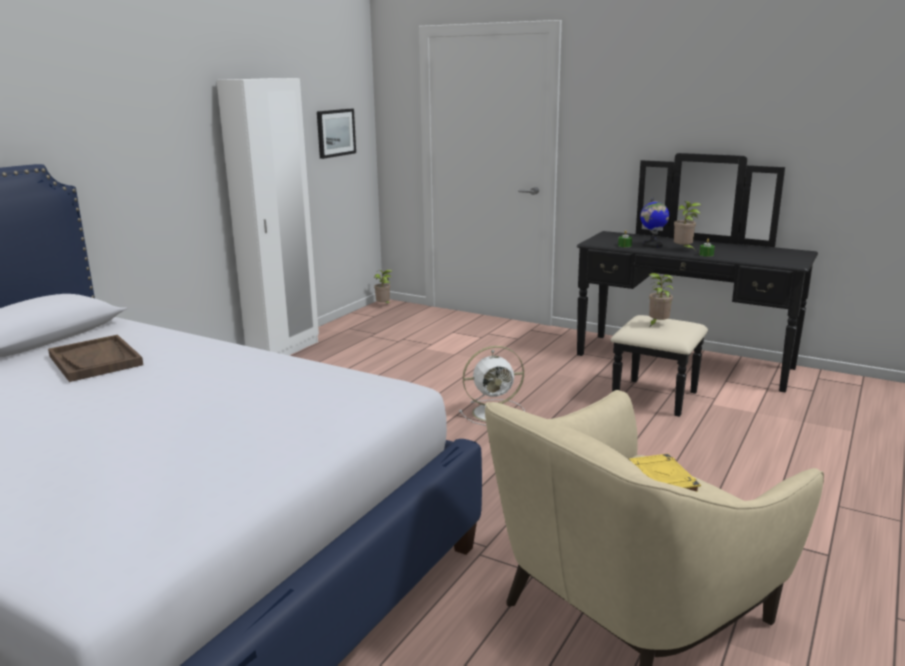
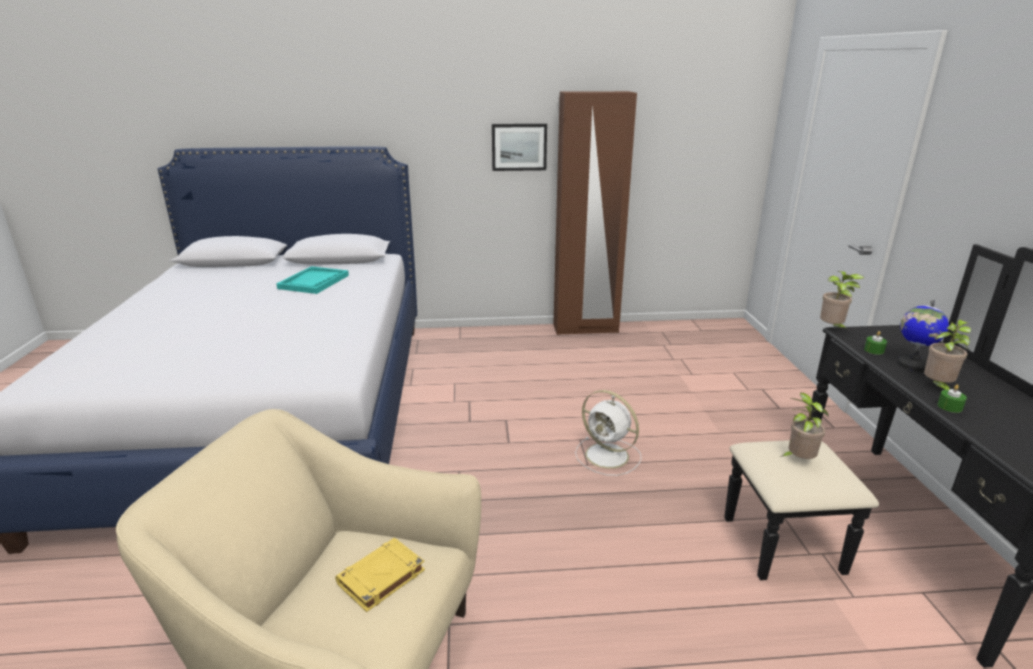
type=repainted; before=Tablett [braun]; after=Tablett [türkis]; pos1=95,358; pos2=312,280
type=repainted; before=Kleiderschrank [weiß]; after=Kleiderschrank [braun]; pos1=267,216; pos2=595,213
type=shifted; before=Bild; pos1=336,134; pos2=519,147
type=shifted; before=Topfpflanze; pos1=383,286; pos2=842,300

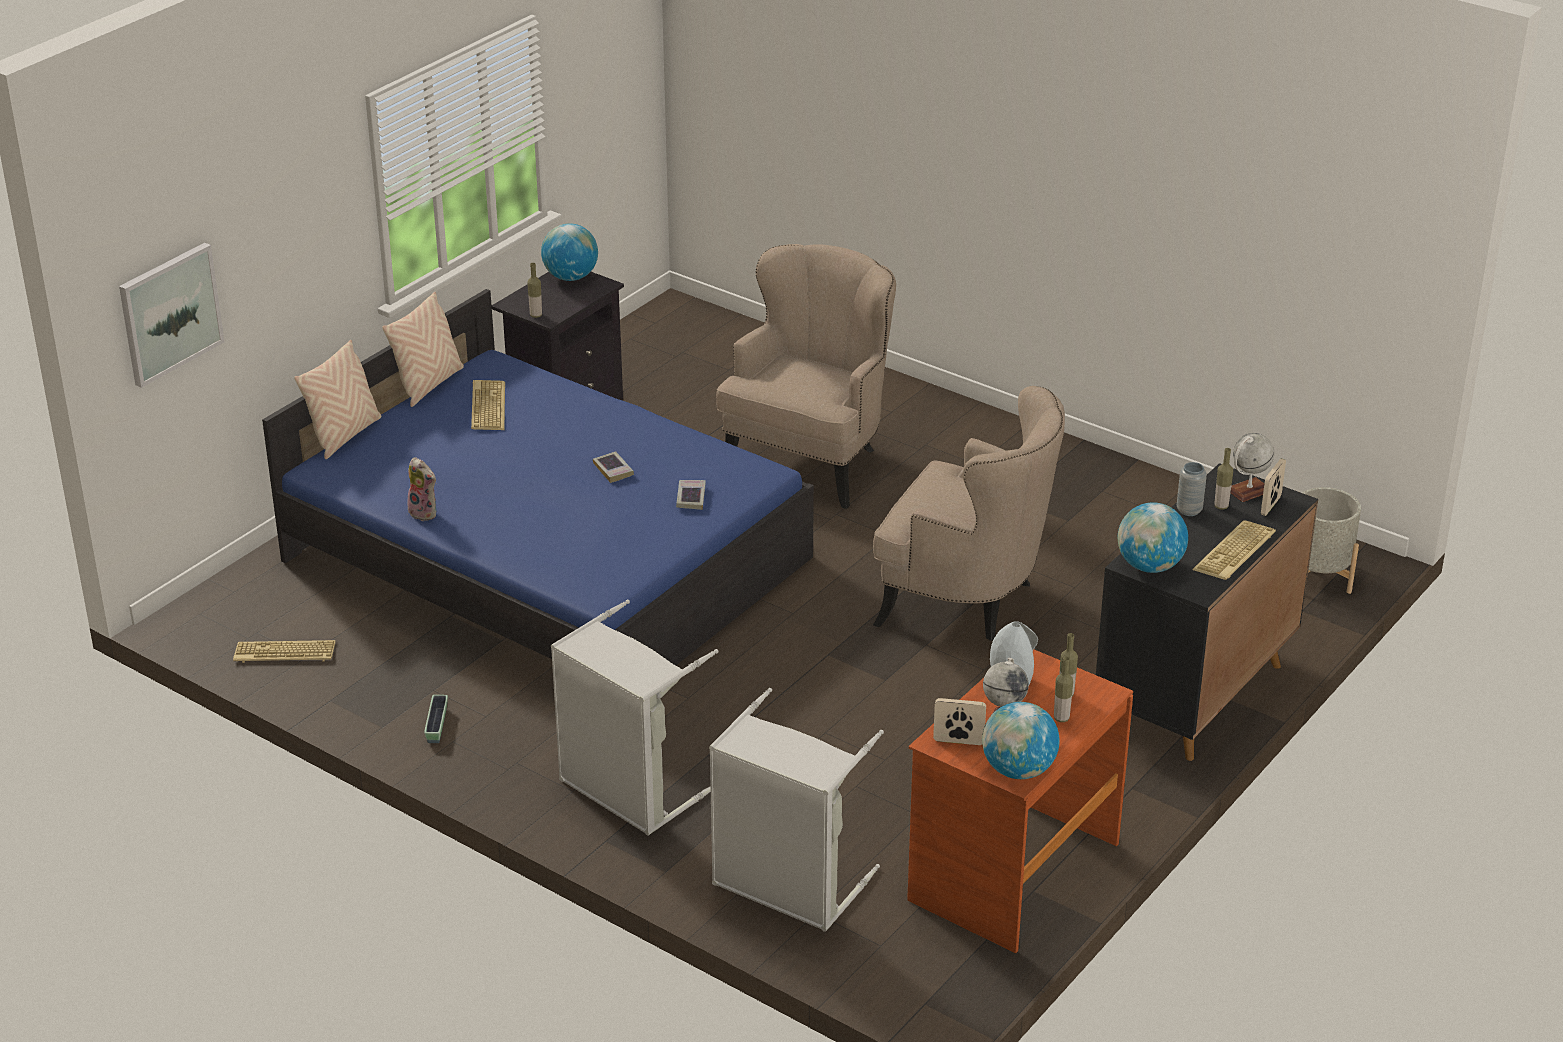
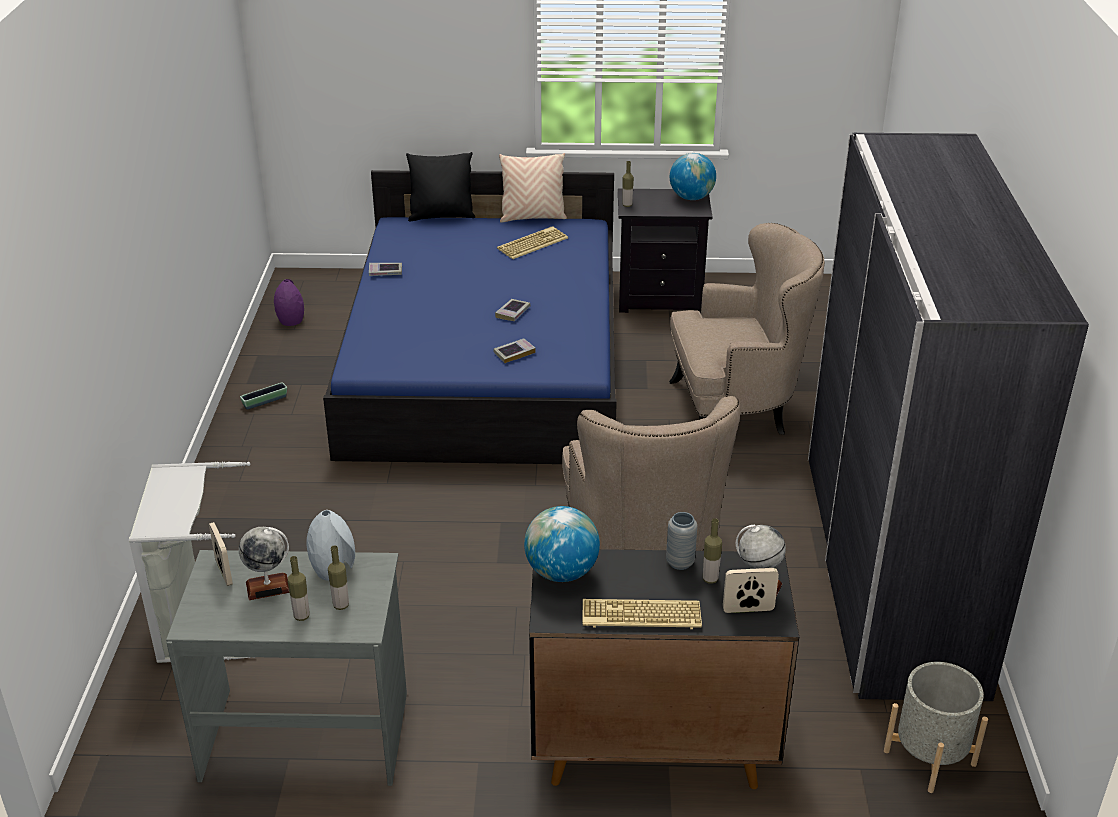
type=gone; before=Bild; pos1=171,315
type=swapped; before=Tastatur; after=Vase [lila]; pos1=284,651; pos2=289,302
type=repainted; before=Kissen [beige]; after=Kissen [schwarz]; pos1=337,399; pos2=440,186
type=swapped; before=Plüschtier; after=Buch; pos1=421,489; pos2=385,269
type=gone; before=Wäschekorb [grau]; pos1=634,718
type=repainted; before=Schreibtisch [braun]; after=Schreibtisch [grau]; pos1=1020,801; pos2=286,668
type=gone; before=Globus; pos1=1021,740
type=new; after=Kleiderschrank [grau]; pos2=948,417

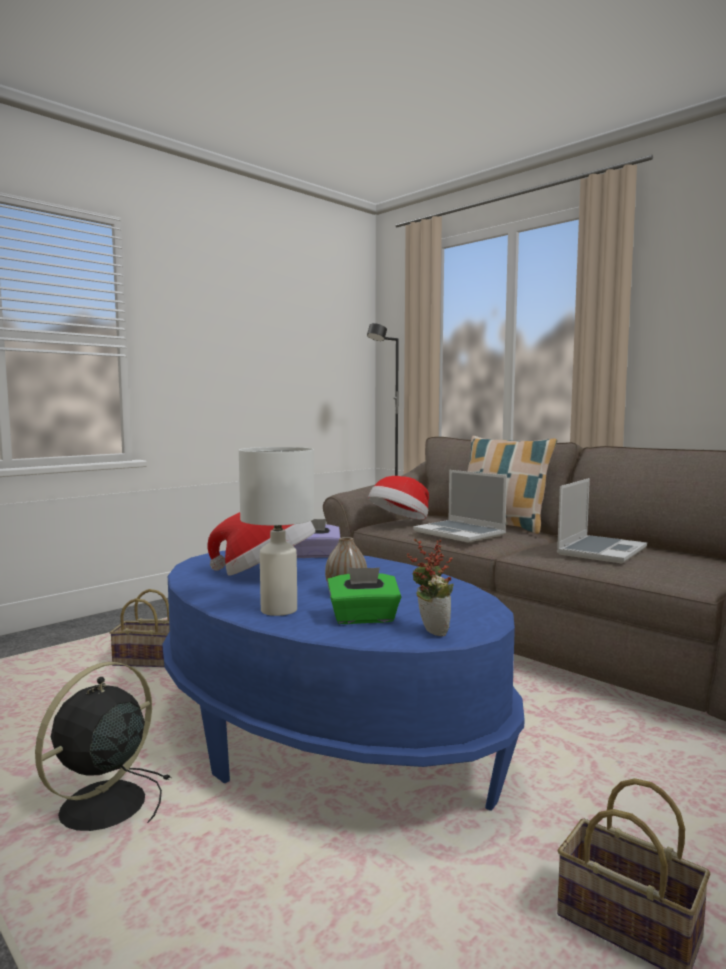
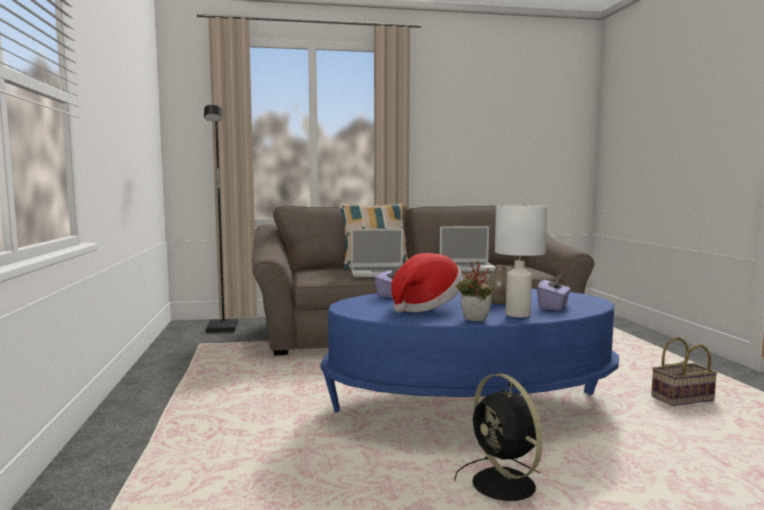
type=gone; before=Korb; pos1=140,628
type=repainted; before=Taschentuchbox [grün]; after=Taschentuchbox [lila]; pos1=364,595; pos2=554,292
type=gone; before=Hut; pos1=398,498
type=shifted; before=Topfpflanze; pos1=430,587; pos2=474,291
type=rotated; before=Laptop; pos1=602,520; pos2=468,248; turn=105

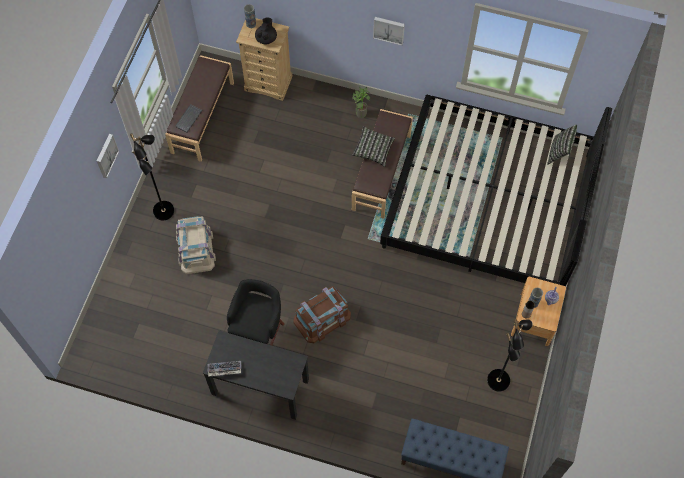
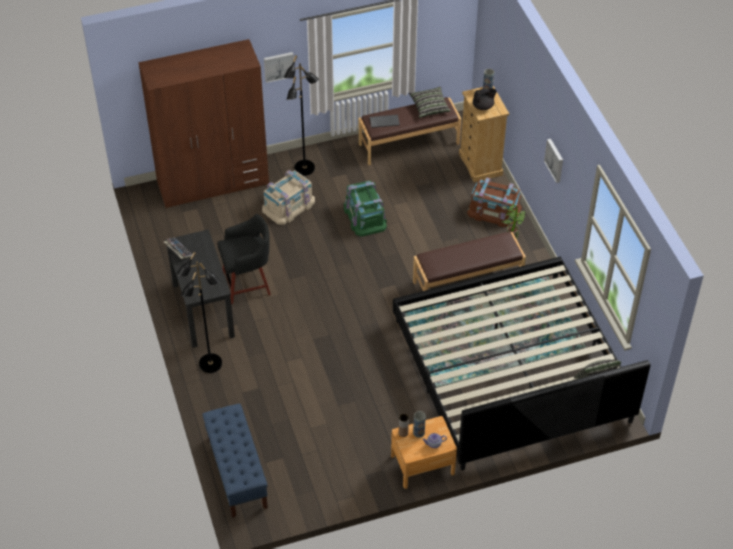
type=shifted; before=Aufbewahrungsbox [braun]; pos1=322,314; pos2=494,202
type=shifted; before=Kissen; pos1=373,146; pos2=429,102
type=shifted; before=Stehlampe [schwarz]; pos1=510,355; pos2=199,312
type=new; after=Kleiderschrank [braun]; pos2=203,123
type=new; after=Aufbewahrungsbox [grün]; pos2=365,209

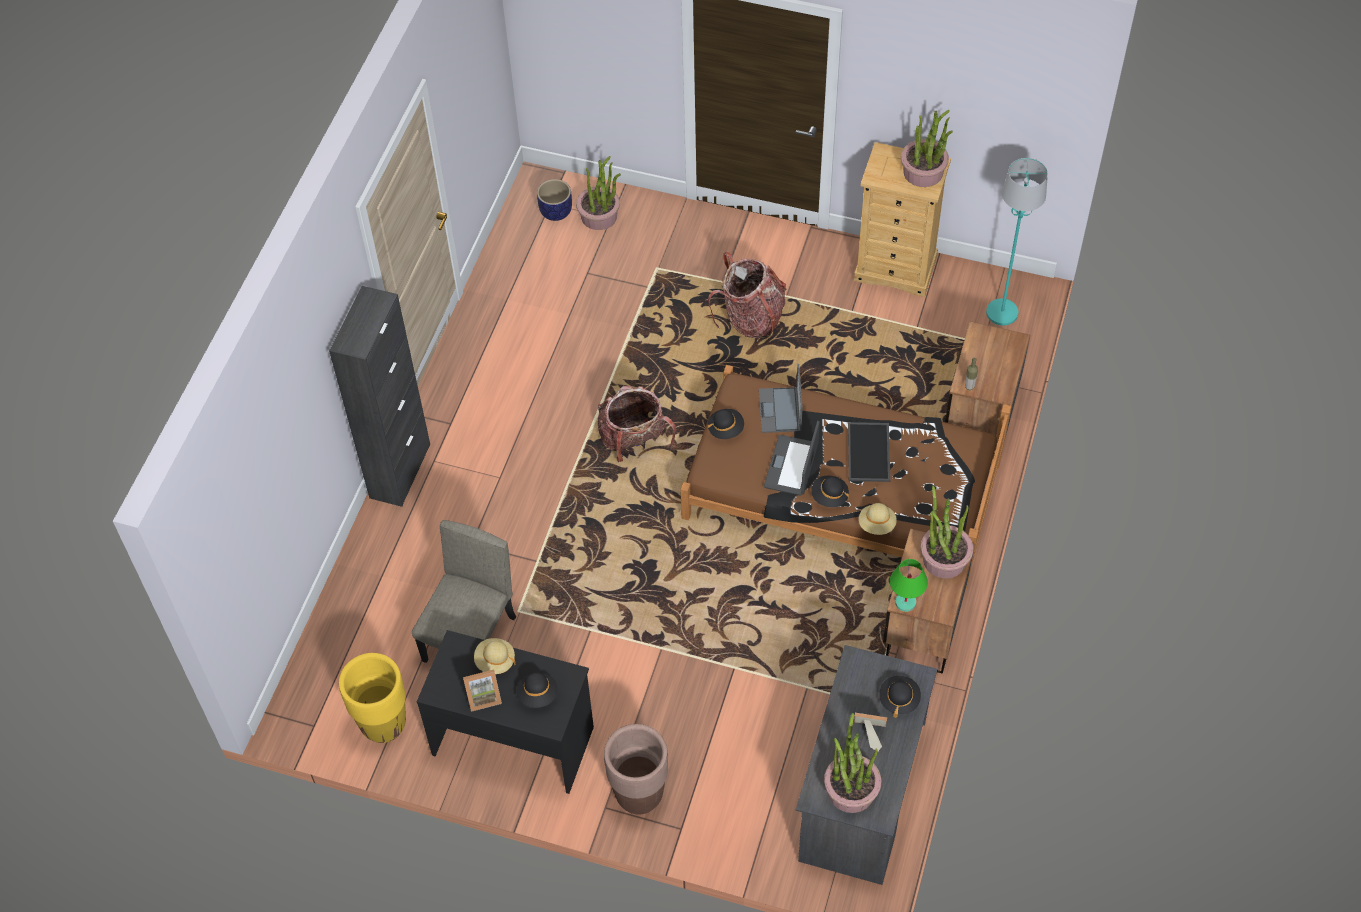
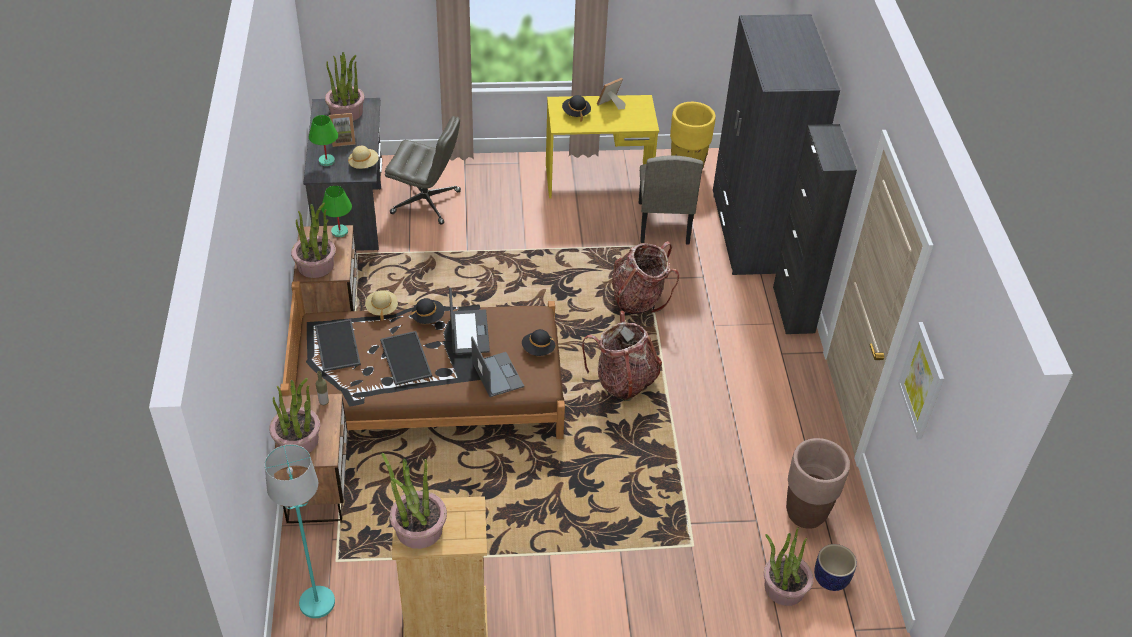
type=repainted; before=Schreibtisch [schwarz]; after=Schreibtisch [gelb]; pos1=505,712; pos2=602,146
type=shifted; before=Hut [beige]; pos1=494,656; pos2=363,157
type=shifted; before=Pflanzkübel [braun]; pos1=636,769; pos2=818,483
type=shifted; before=Rucksack; pos1=747,295; pos2=645,277
type=swapped; before=Hut [schwarz]; after=Tischlampe [grün]; pos1=900,697; pos2=323,140
type=new; after=Topfpflanze; pos2=294,415
type=new; after=Tablett; pos2=338,345
type=new; after=Bürostuhl [grau]; pos2=423,170
type=new; after=Kleiderschrank [grau]; pos2=776,144
type=new; after=Bild; pos2=921,380

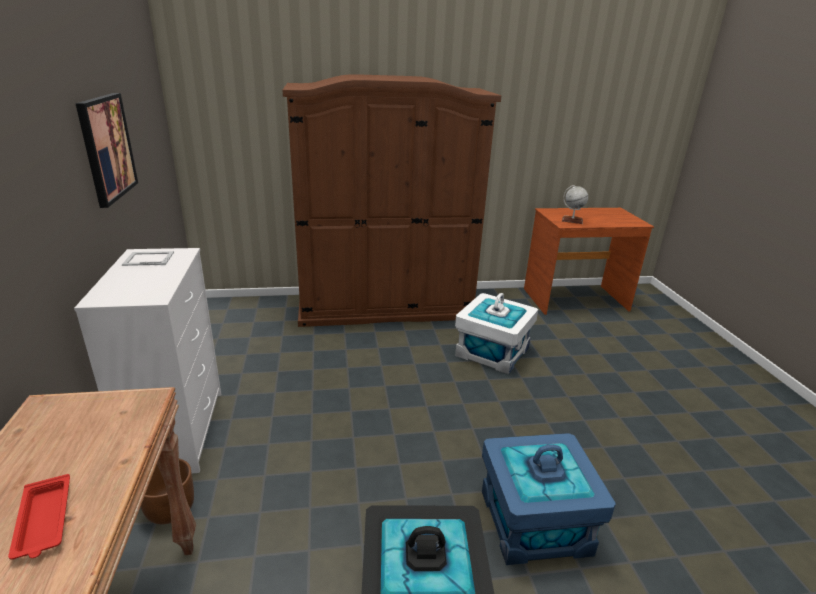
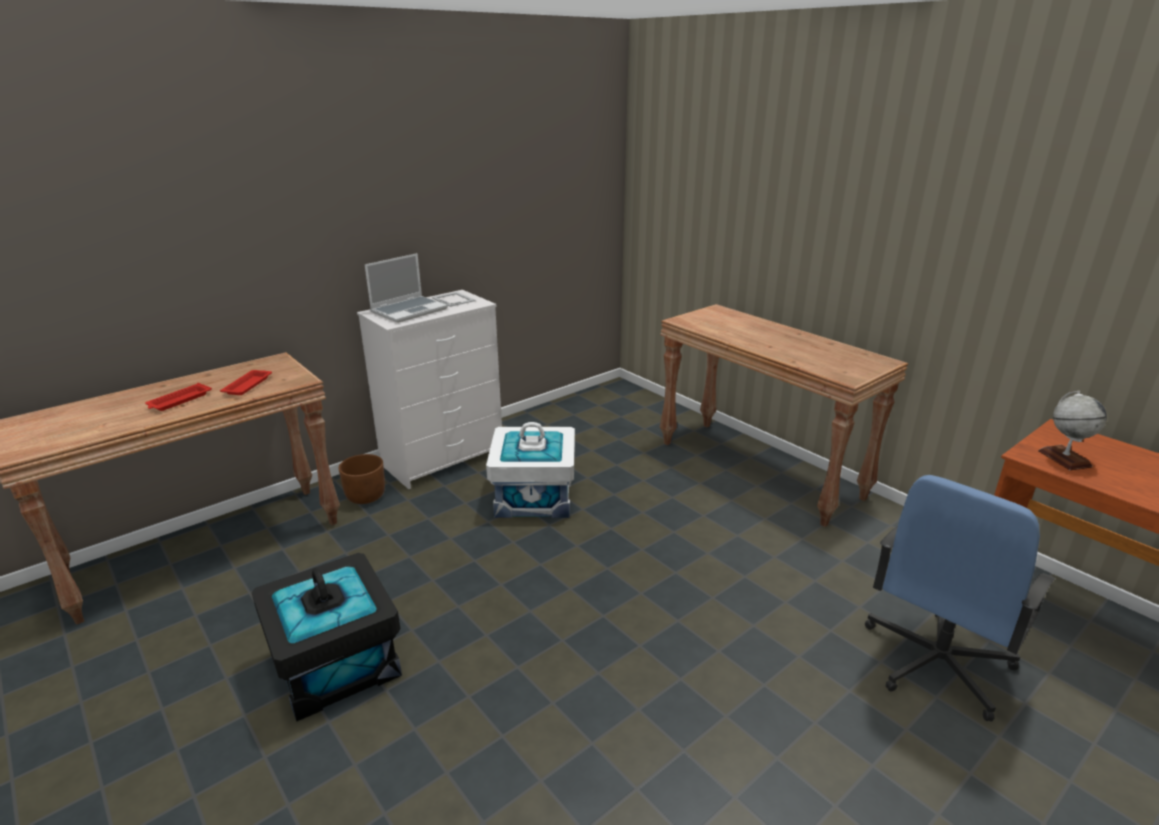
type=gone; before=Bild; pos1=106,150
type=swapped; before=Kleiderschrank [braun]; after=Konsolentisch [braun]; pos1=391,200; pos2=784,415
type=shifted; before=Aufbewahrungsbox [weiß]; pos1=496,333; pos2=530,470
type=gone; before=Aufbewahrungsbox [blau]; pos1=549,499
type=new; after=Tablett [rot]; pos2=246,382
type=new; after=Laptop; pos2=406,288
type=new; after=Bürostuhl [blau]; pos2=960,598

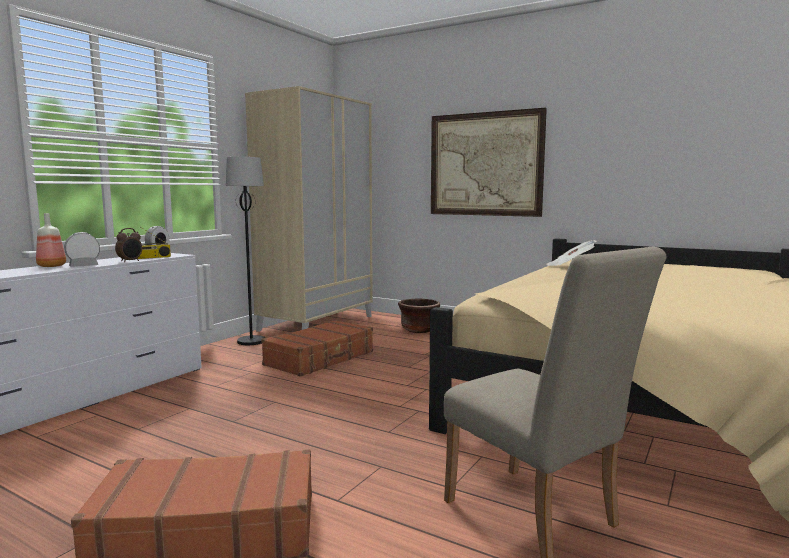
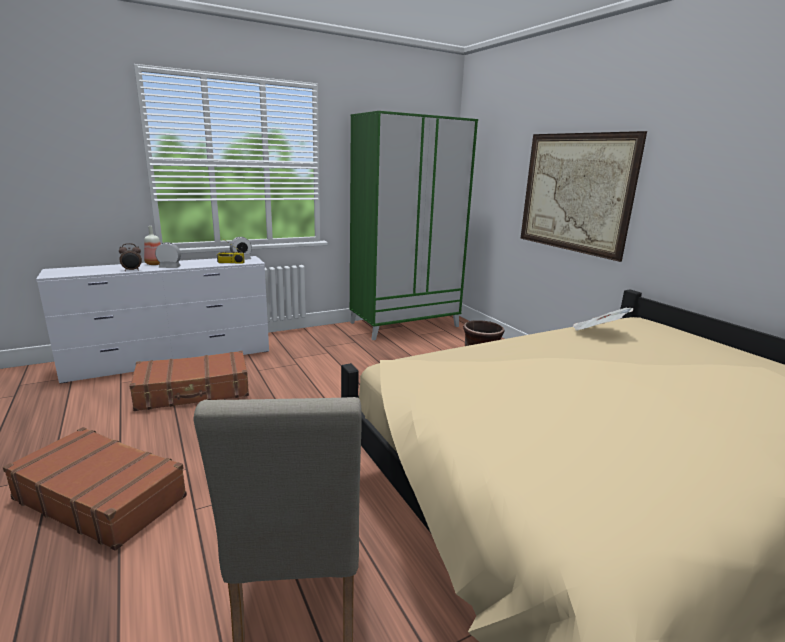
type=shifted; before=Wecker; pos1=128,245; pos2=130,257
type=gone; before=Stehlampe [schwarz]; pos1=245,251
type=repainted; before=Kleiderschrank [beige]; after=Kleiderschrank [grün]; pos1=309,209; pos2=413,225
type=shifted; before=Koffer [braun]; pos1=317,348; pos2=189,381

